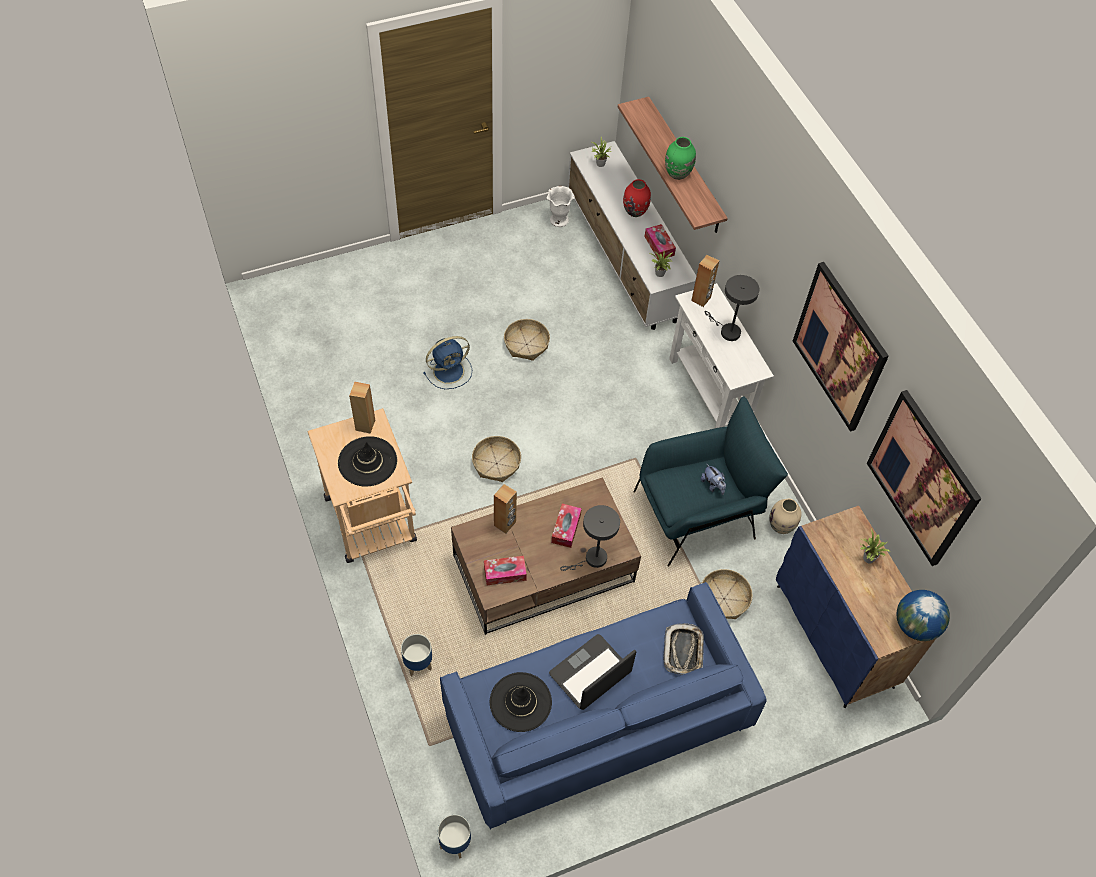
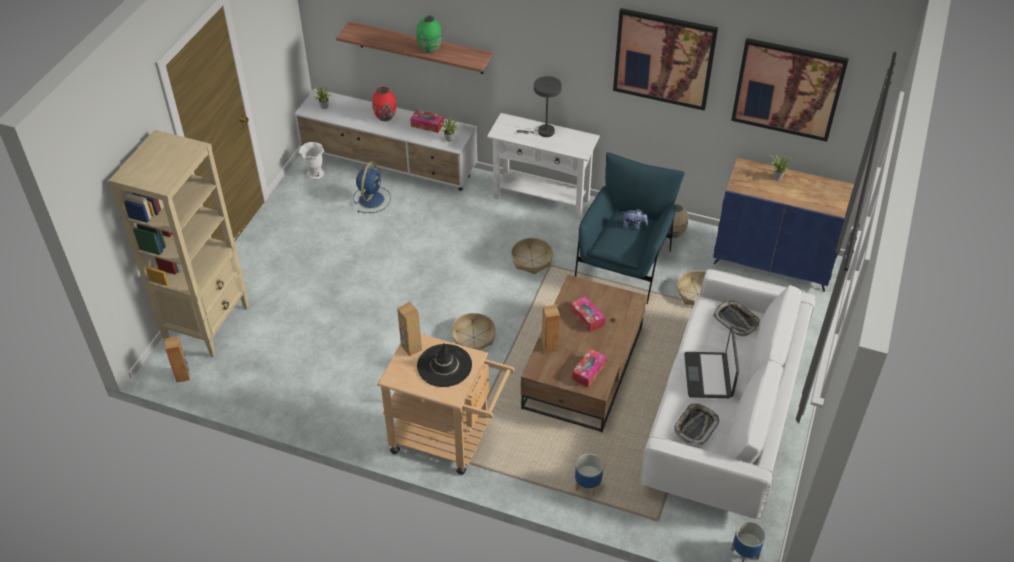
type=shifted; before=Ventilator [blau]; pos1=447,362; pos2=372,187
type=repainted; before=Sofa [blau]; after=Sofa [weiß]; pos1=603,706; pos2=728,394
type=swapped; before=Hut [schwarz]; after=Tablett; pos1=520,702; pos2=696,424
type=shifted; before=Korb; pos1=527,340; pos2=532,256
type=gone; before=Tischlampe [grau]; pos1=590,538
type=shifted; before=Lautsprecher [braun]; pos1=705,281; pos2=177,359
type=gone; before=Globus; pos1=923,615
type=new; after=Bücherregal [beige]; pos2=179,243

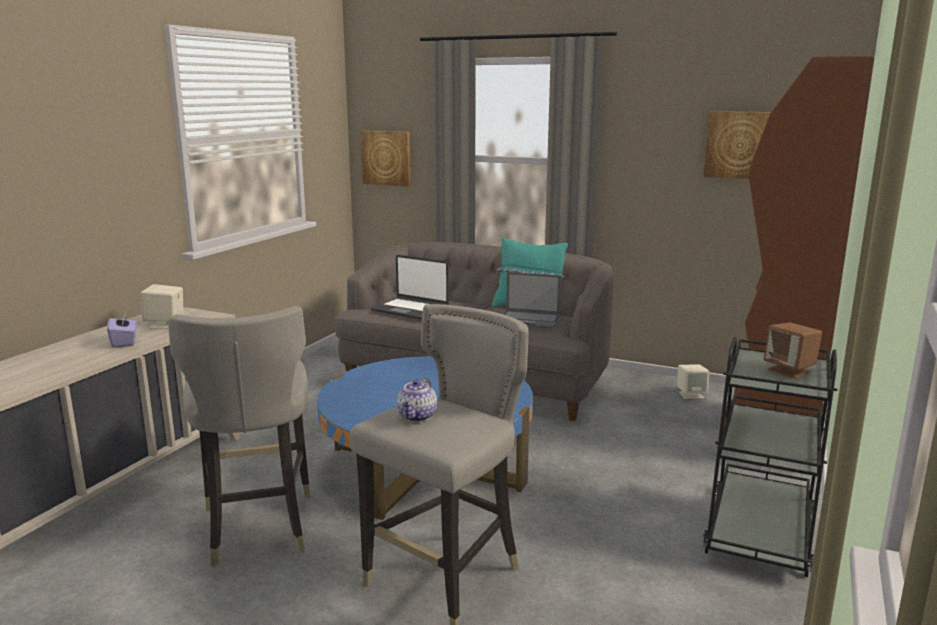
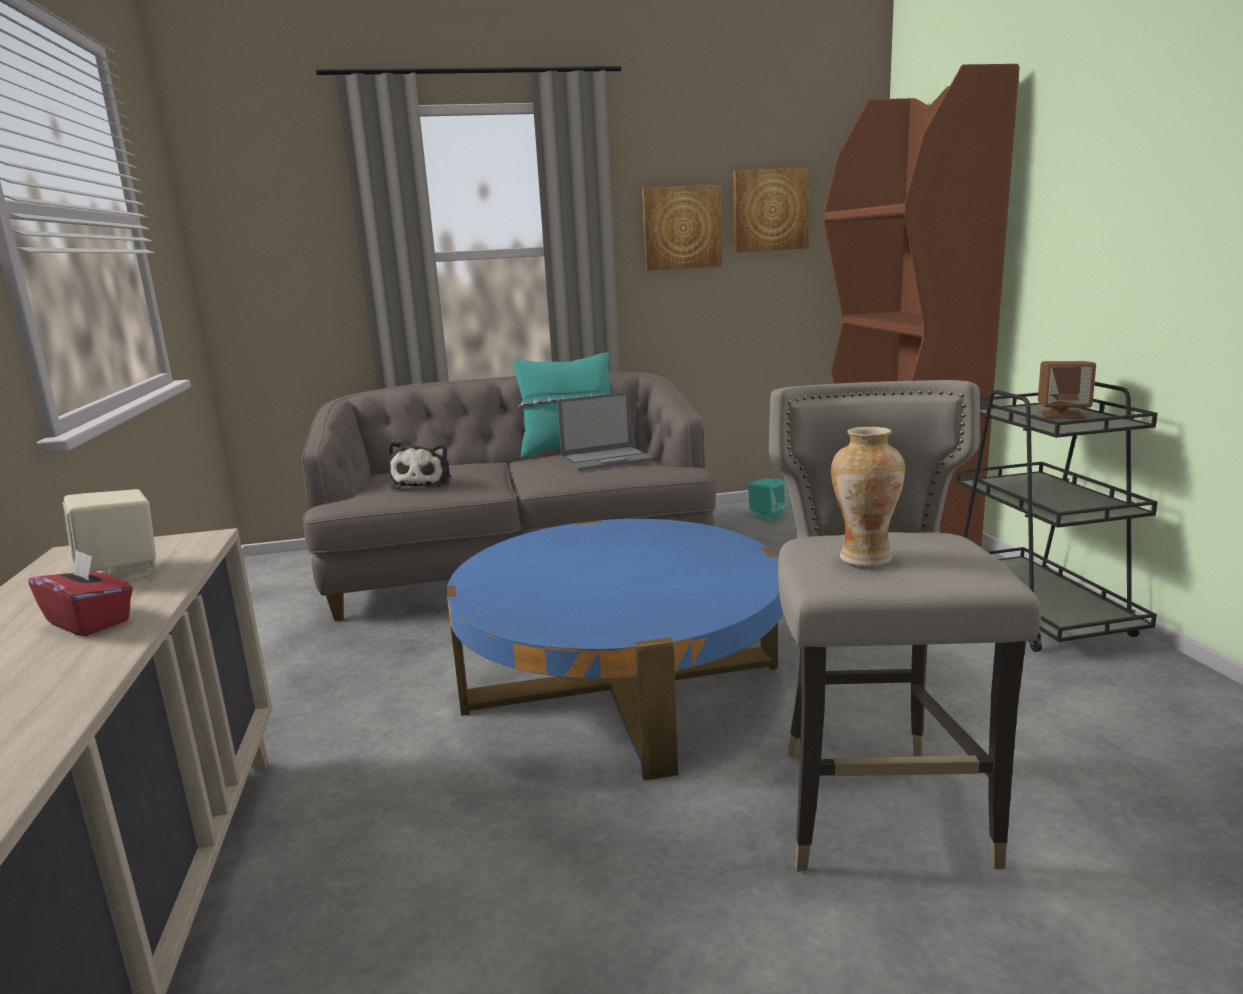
type=repainted; before=Taschentuchbox [lila]; after=Taschentuchbox [rot]; pos1=122,329; pos2=80,592
type=gone; before=Hocker [grau]; pos1=239,436
type=shifted; before=Bild; pos1=386,159; pos2=682,228
type=swapped; before=Laptop; after=Plüschtier; pos1=410,287; pos2=420,465
type=swapped; before=Teekanne; after=Vase; pos1=417,399; pos2=868,496
type=repainted; before=Lautsprecher [beige]; after=Lautsprecher [türkis]; pos1=693,381; pos2=769,499

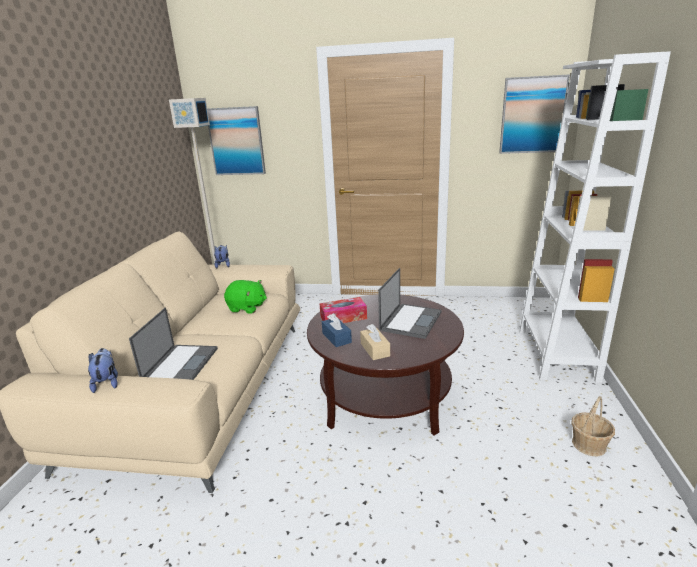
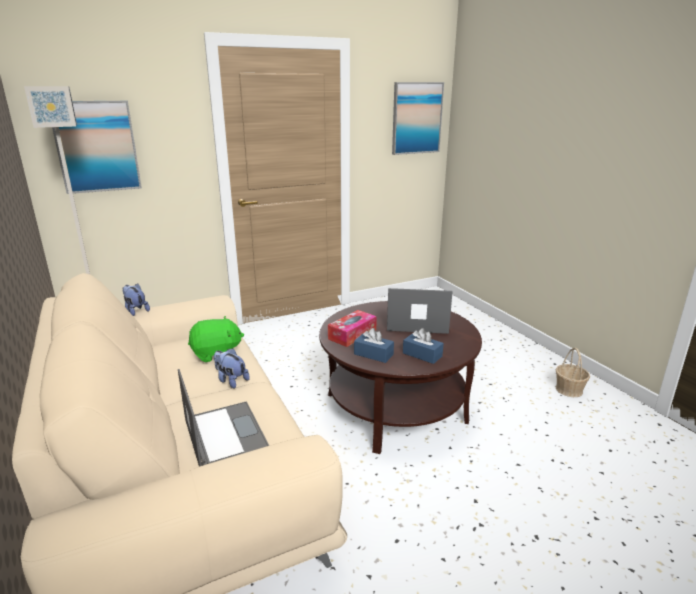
type=shifted; before=Plüschtier; pos1=103,370; pos2=232,368
type=repainted; before=Taschentuchbox [beige]; after=Taschentuchbox [blau]; pos1=375,342; pos2=423,346
type=rotated; before=Laptop; pos1=410,303; pos2=420,311; turn=-75
type=gone; before=Bücherregal [weiß]; pos1=595,217

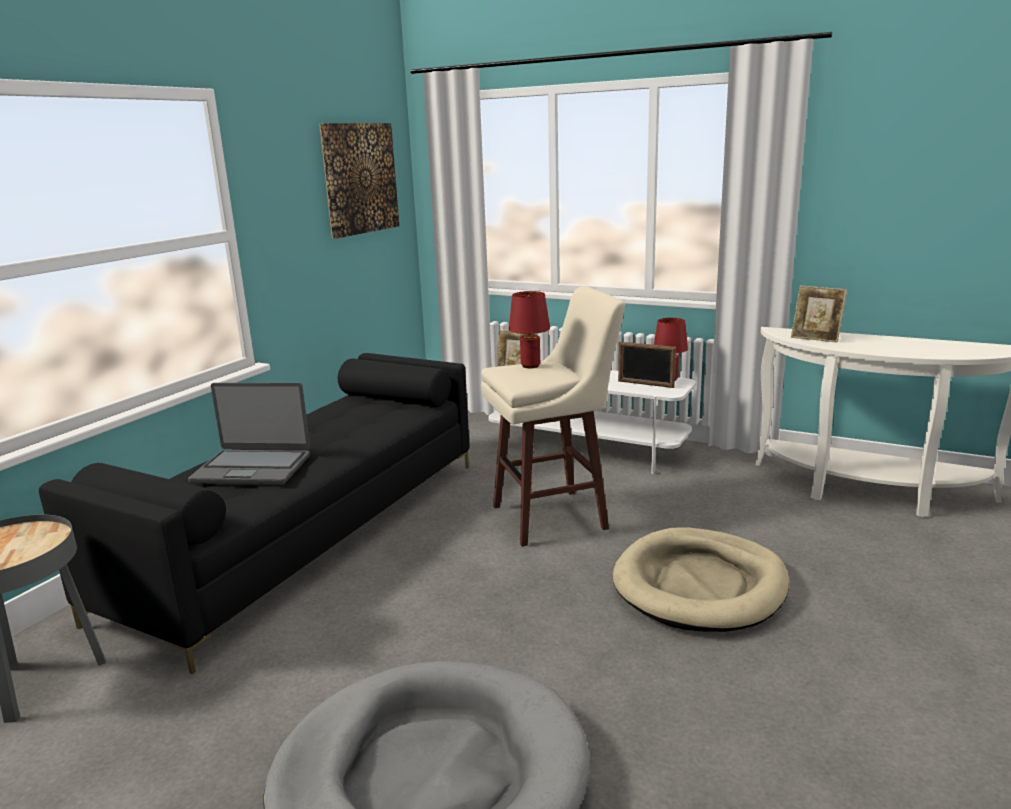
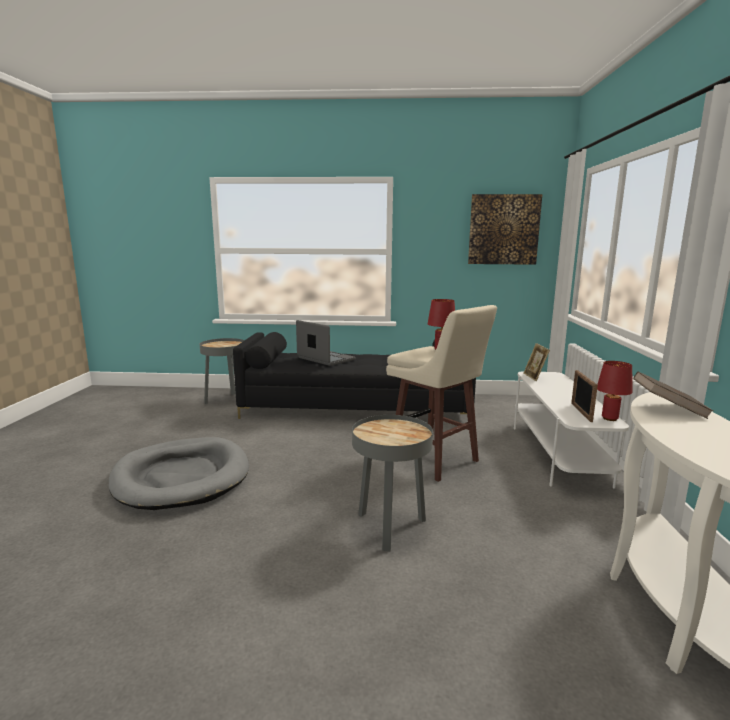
type=rotated; before=Laptop; pos1=249,434; pos2=325,343; turn=150
type=swapped; before=Hundebett [beige]; after=Beistelltisch [grau]; pos1=701,579; pos2=392,483
type=swapped; before=Bilderrahmen; after=Buch [braun]; pos1=819,314; pos2=673,395

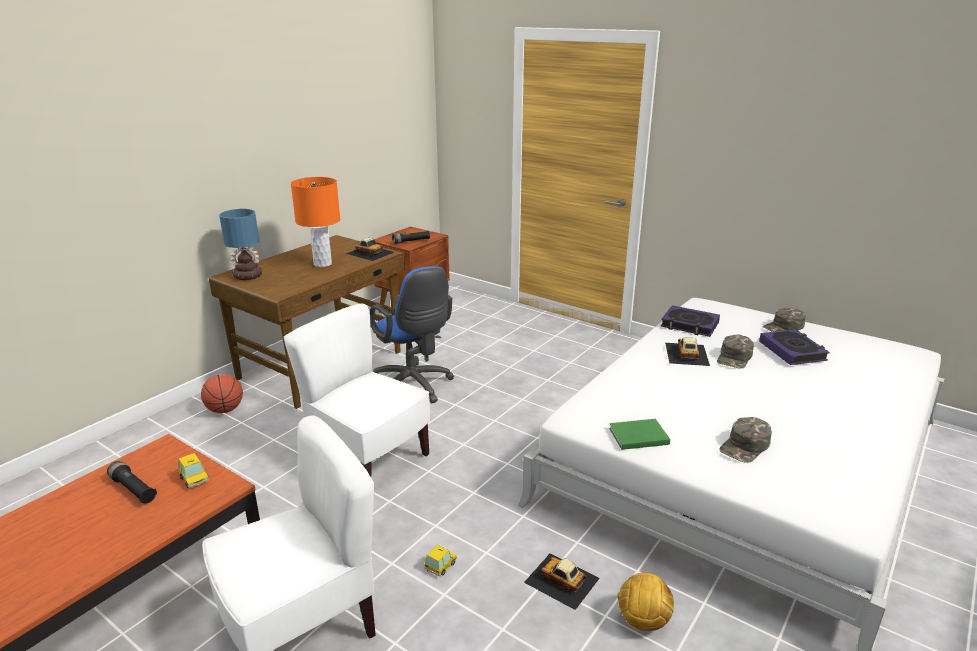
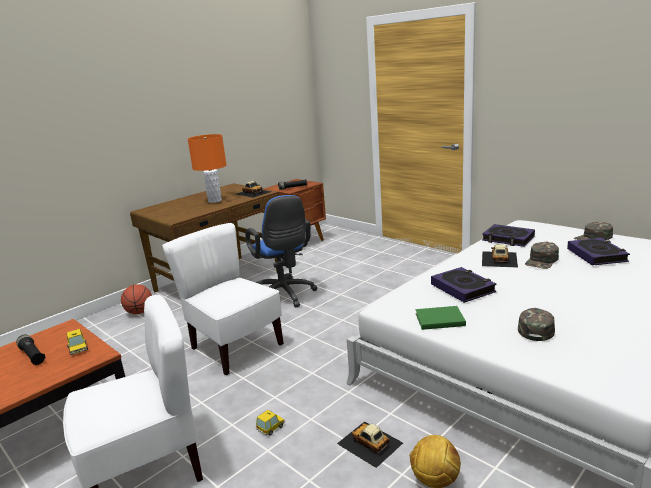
type=gone; before=Tischlampe; pos1=240,244
type=rotated; before=Kappe [grün]; pos1=746,440; pos2=536,324; turn=150
type=new; after=Buch; pos2=464,285

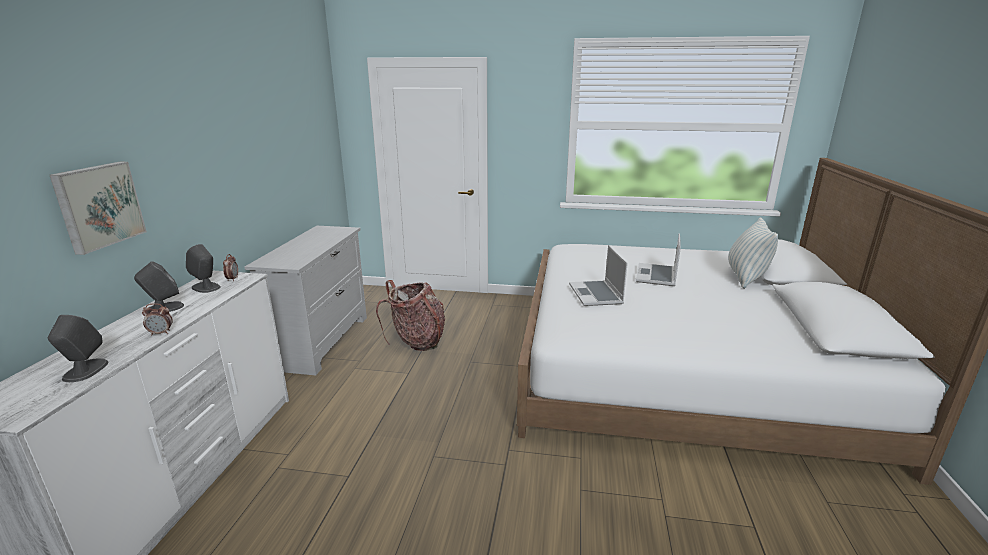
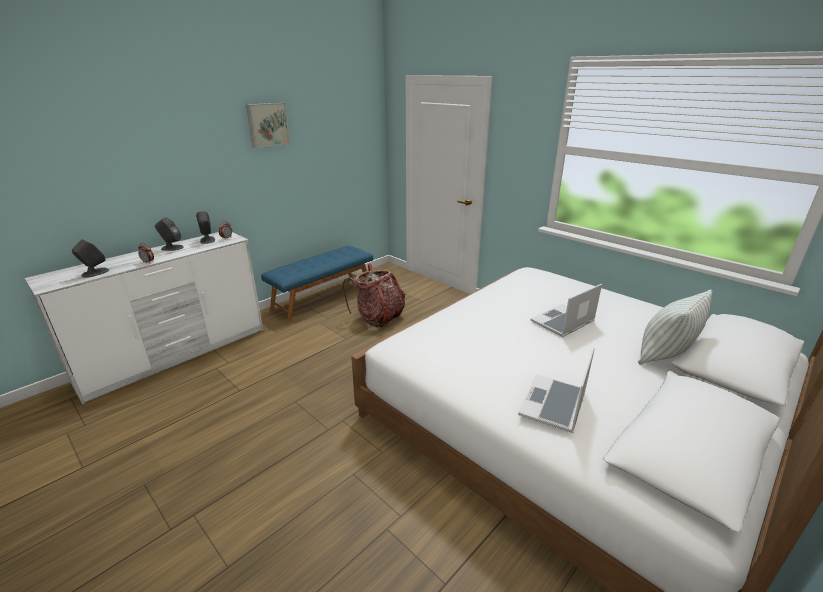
type=shifted; before=Bild; pos1=98,208; pos2=268,125
type=swapped; before=Kommode [weiß]; after=Bank [blau]; pos1=306,300; pos2=317,284
type=shifted; before=Laptop; pos1=598,275; pos2=556,390

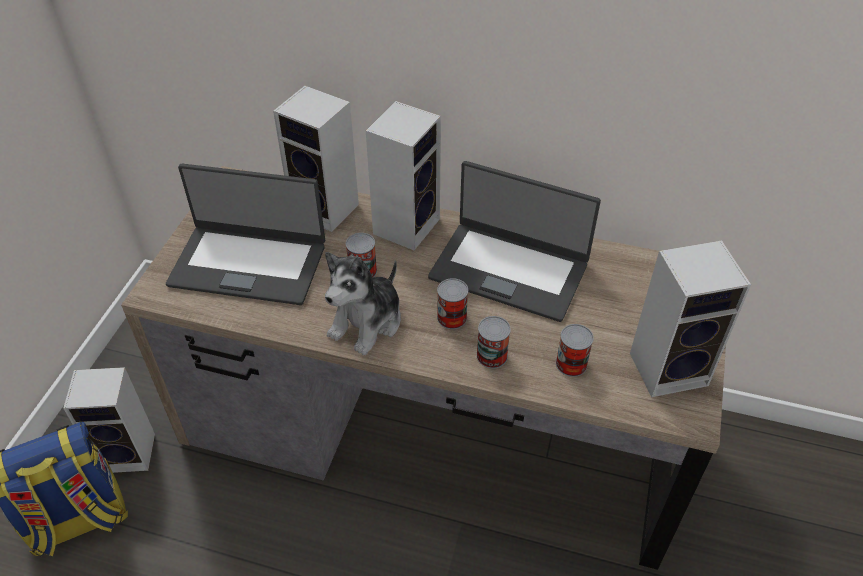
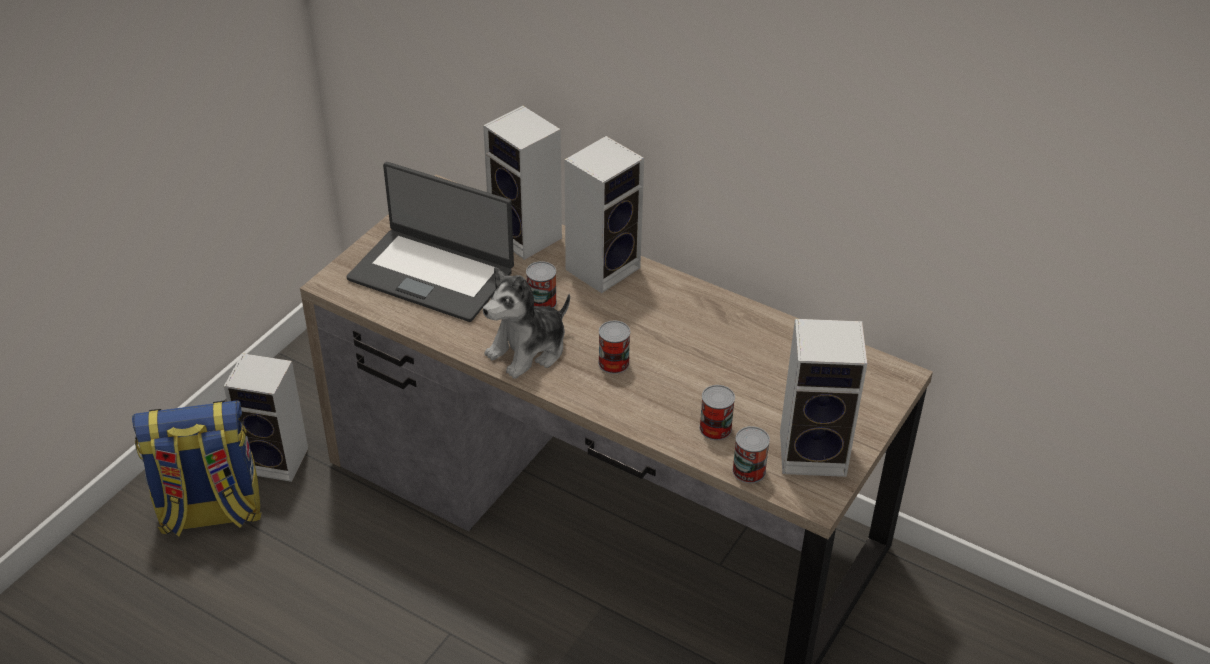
type=gone; before=Laptop; pos1=514,241
type=shifted; before=Dose; pos1=493,342; pos2=751,454

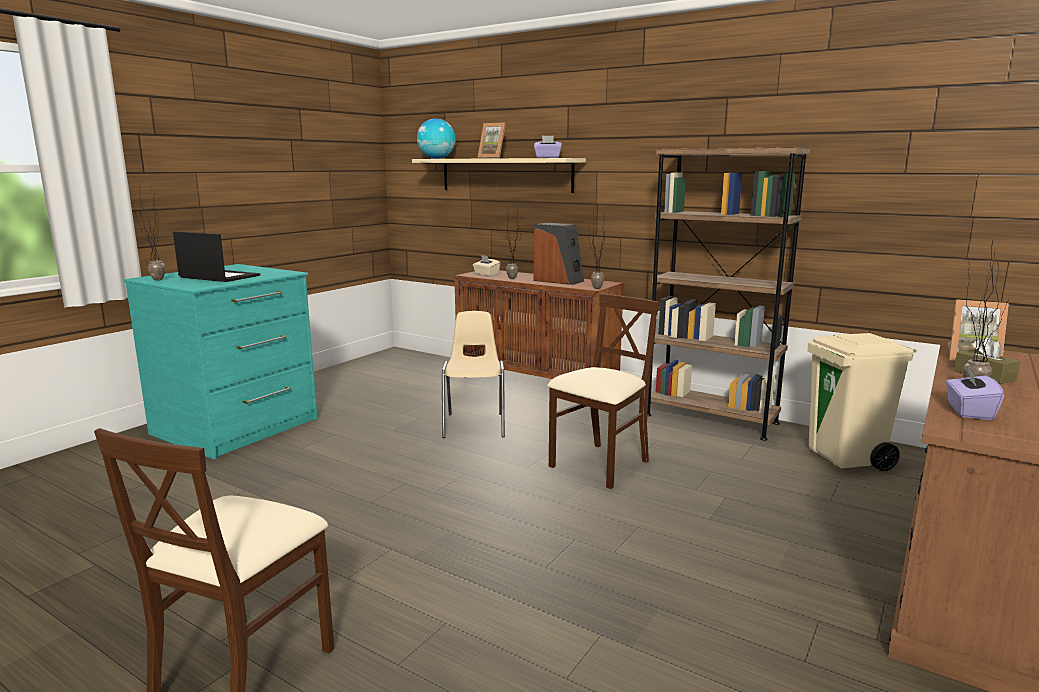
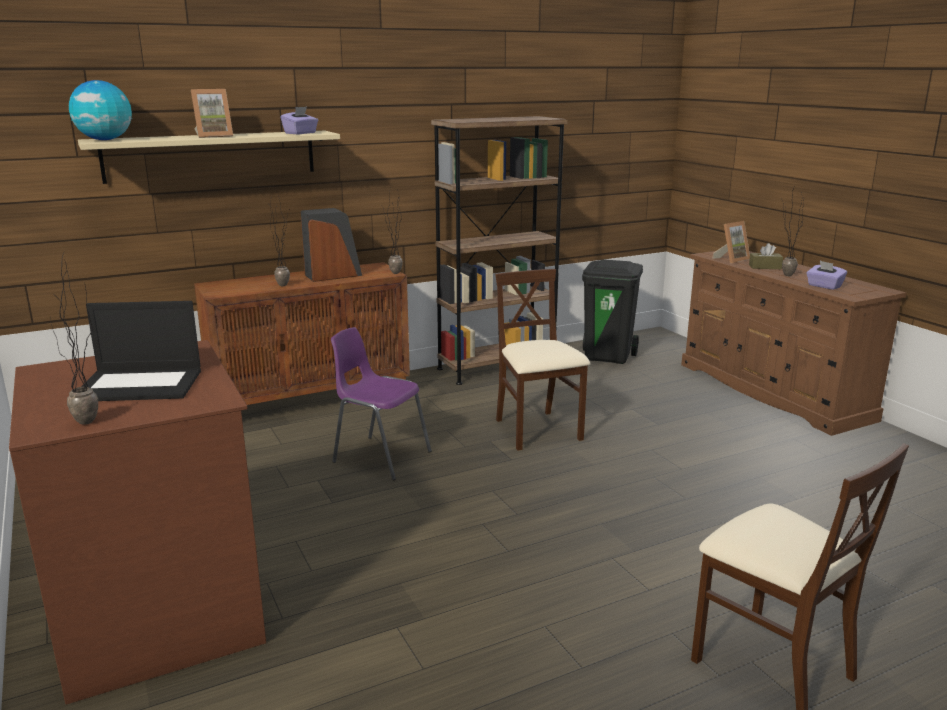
type=repainted; before=Kommode [türkis]; after=Kommode [braun]; pos1=220,362; pos2=137,522
type=rotated; before=Laptop; pos1=216,256; pos2=141,351; turn=-150
type=repainted; before=Stuhl [beige]; after=Stuhl [lila]; pos1=473,374; pos2=381,403
type=gone; before=Taschentuchbox [beige]; pos1=487,265
type=repainted; before=Mülleimer [beige]; after=Mülleimer [schwarz]; pos1=862,402; pos2=612,311

